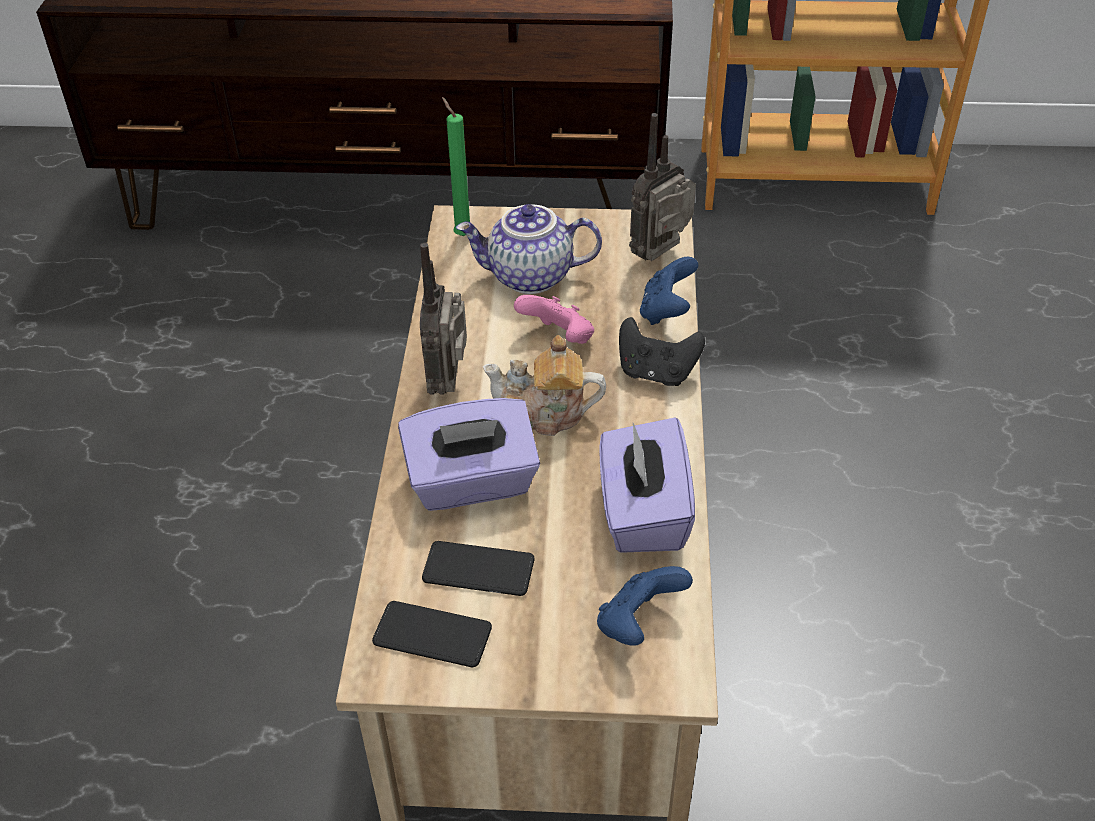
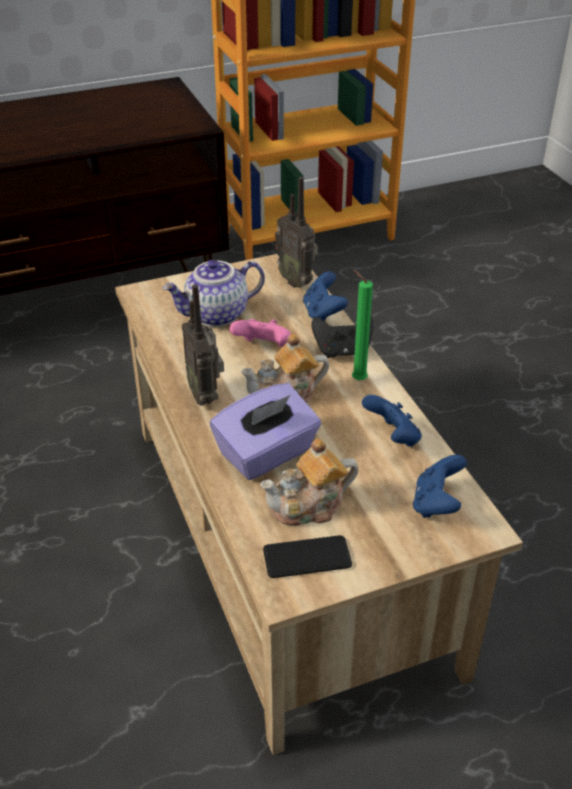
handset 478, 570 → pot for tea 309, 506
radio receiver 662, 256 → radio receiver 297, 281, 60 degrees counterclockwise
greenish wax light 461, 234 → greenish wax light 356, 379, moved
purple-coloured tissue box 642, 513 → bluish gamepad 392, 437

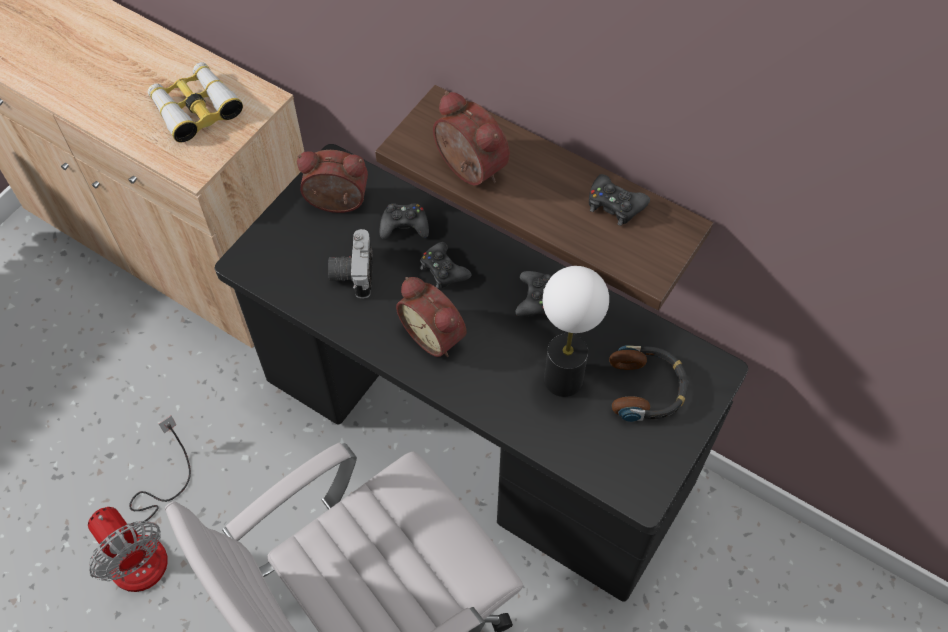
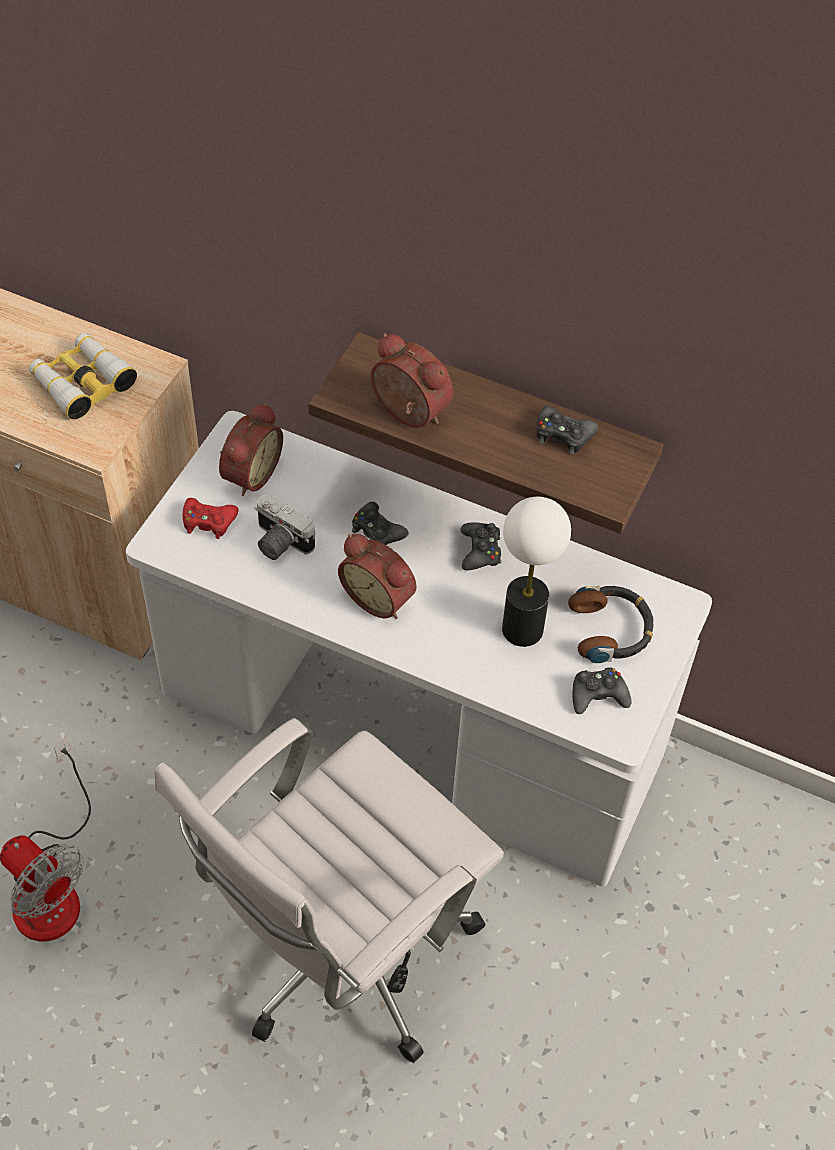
black desk 474, 431 → white-coloured desk 410, 725
- → red gamepad 208, 522
alarm clock 337, 204 → alarm clock 249, 473, 120 degrees clockwise
still camera 352, 272 → still camera 278, 543, 45 degrees counterclockwise
black gamepad 404, 225 → black gamepad 598, 695, moved

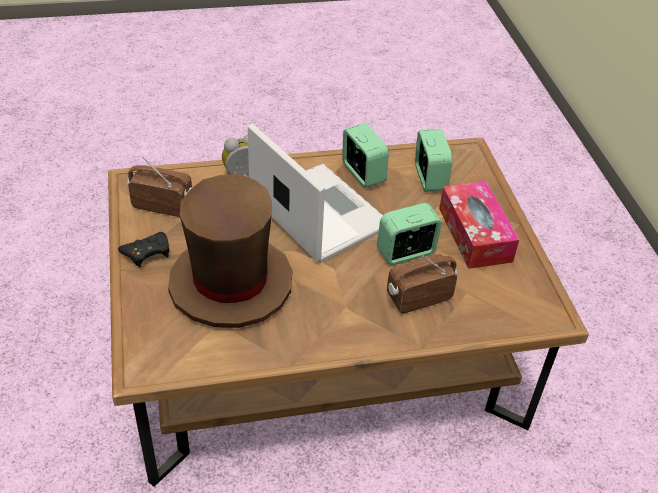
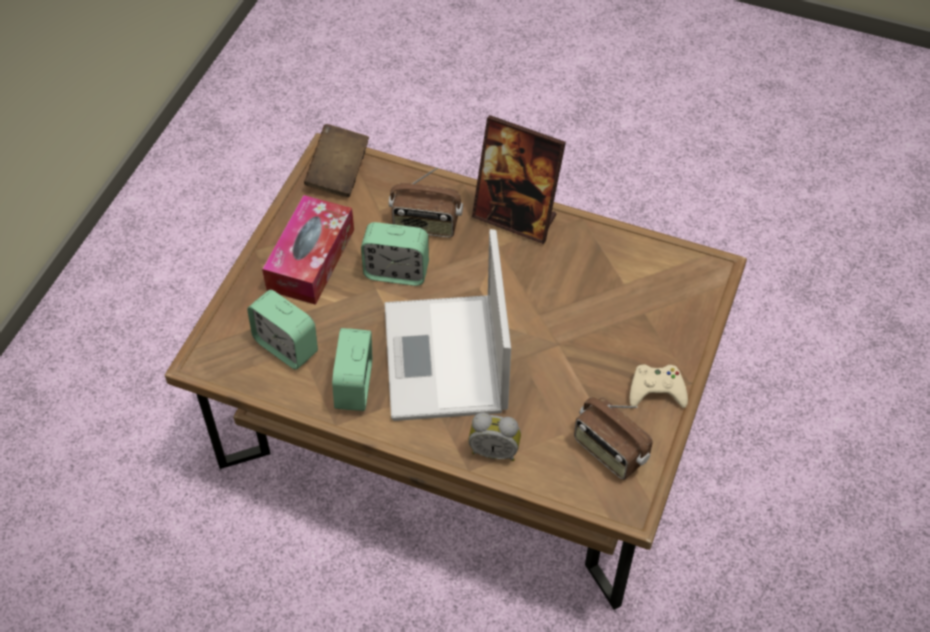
alarm clock 429, 178 → alarm clock 286, 346, 75 degrees counterclockwise
- → brown bound book 338, 173
- → picture frame 515, 217
black gamepad 147, 252 → sand-coloured gamepad 656, 390
brown hat 231, 284 → -

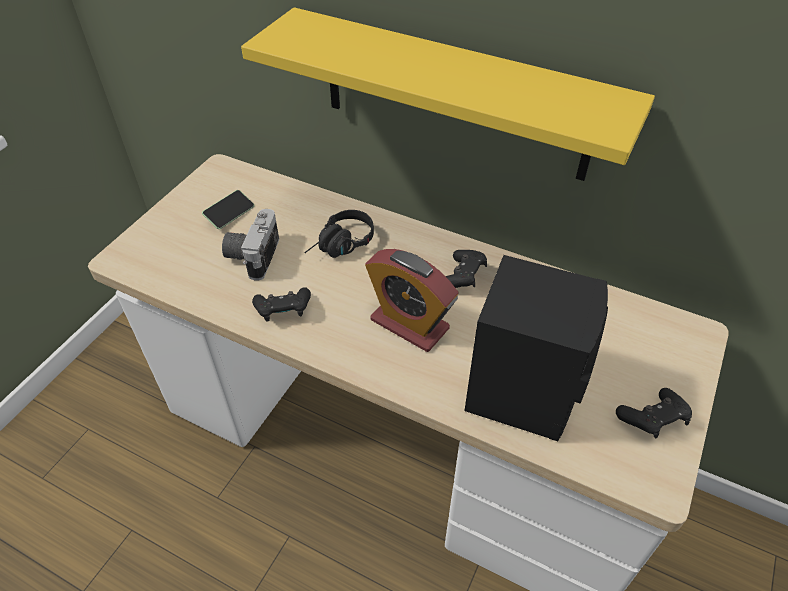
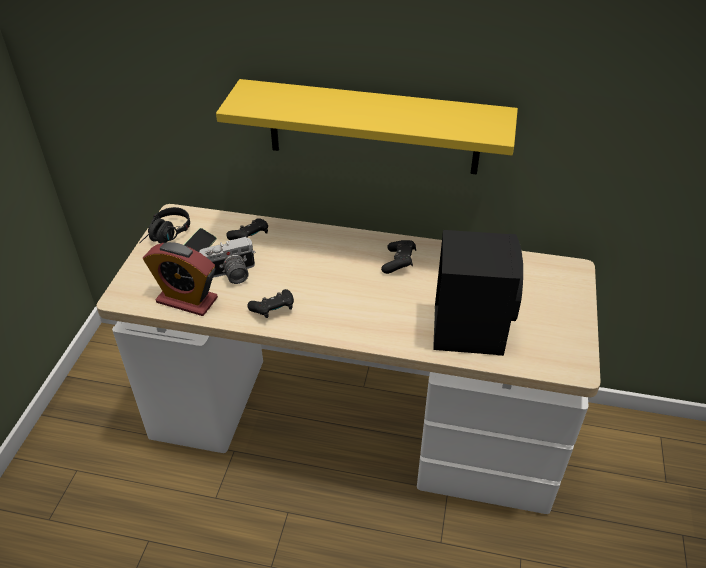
black headphones 340, 246 → black headphones 166, 236, moved
alarm clock 409, 324 → alarm clock 187, 300, moved
still camera 252, 255 → still camera 231, 275, 105 degrees counterclockwise
black gamepad 652, 420 → black gamepad 250, 237, moved

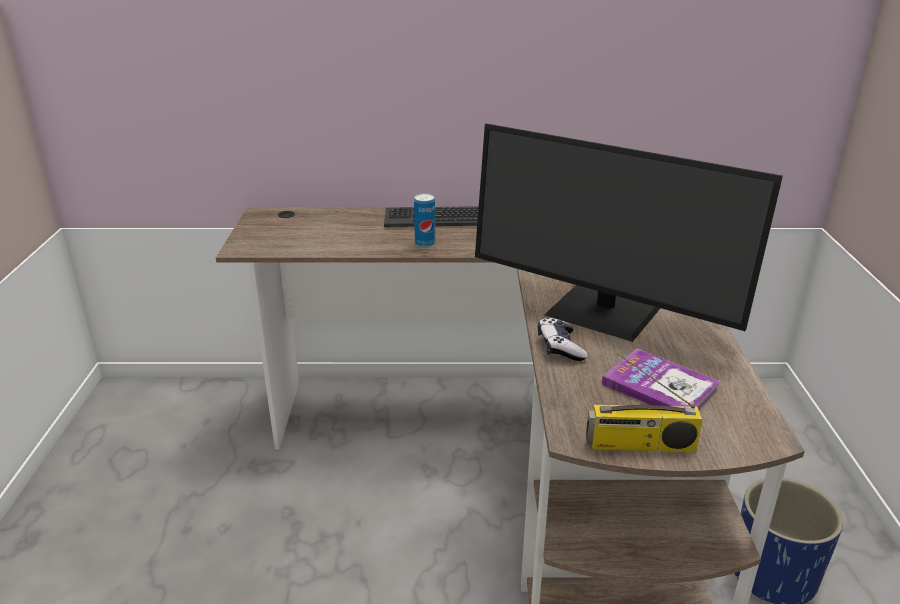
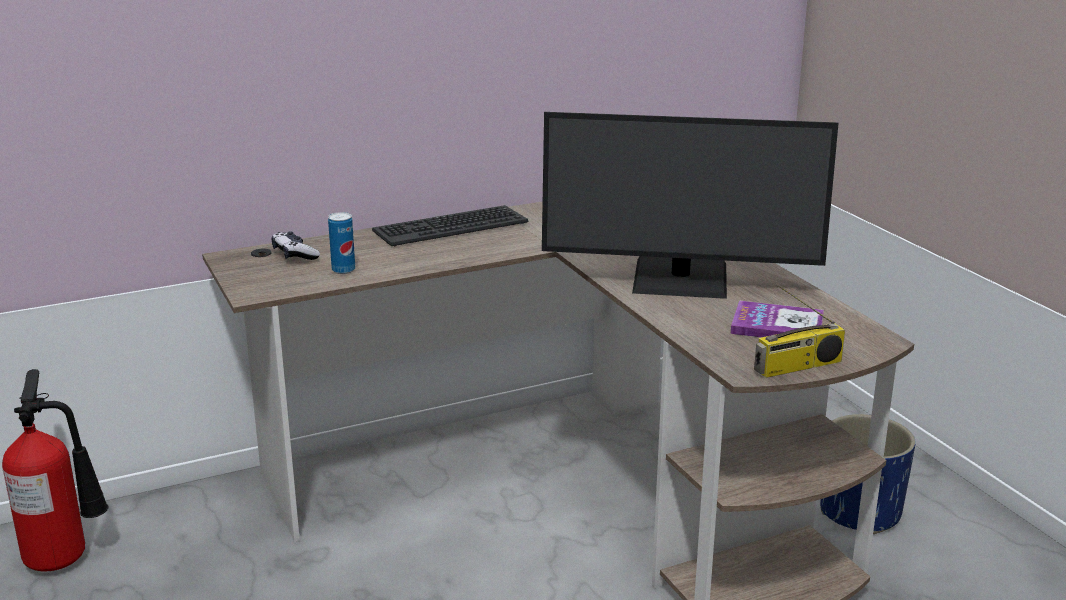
- → extinguisher 66, 557
gamepad 560, 347 → gamepad 295, 254, moved
can 425, 244 → can 343, 270, moved

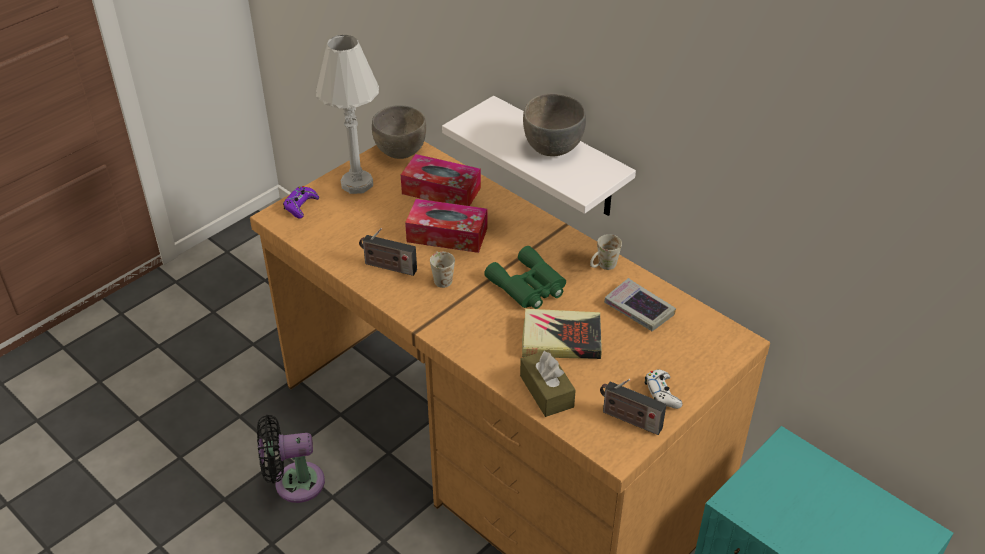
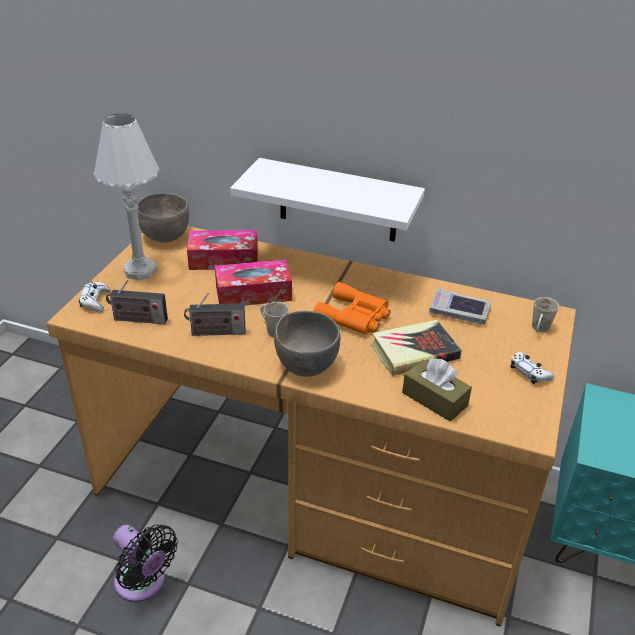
purple-coloured gamepad 301, 206 → white-coloured gamepad 95, 301
radio receiver 629, 419 → radio receiver 138, 319, moved
black fan 294, 483 → black fan 143, 583, 105 degrees counterclockwise
gray serving bowl 553, 147 → gray serving bowl 306, 365, moved
greenish binoculars 528, 286 → orangey binoculars 355, 317
white-coloured coffee mug 603, 267 → white-coloured coffee mug 539, 330, moved

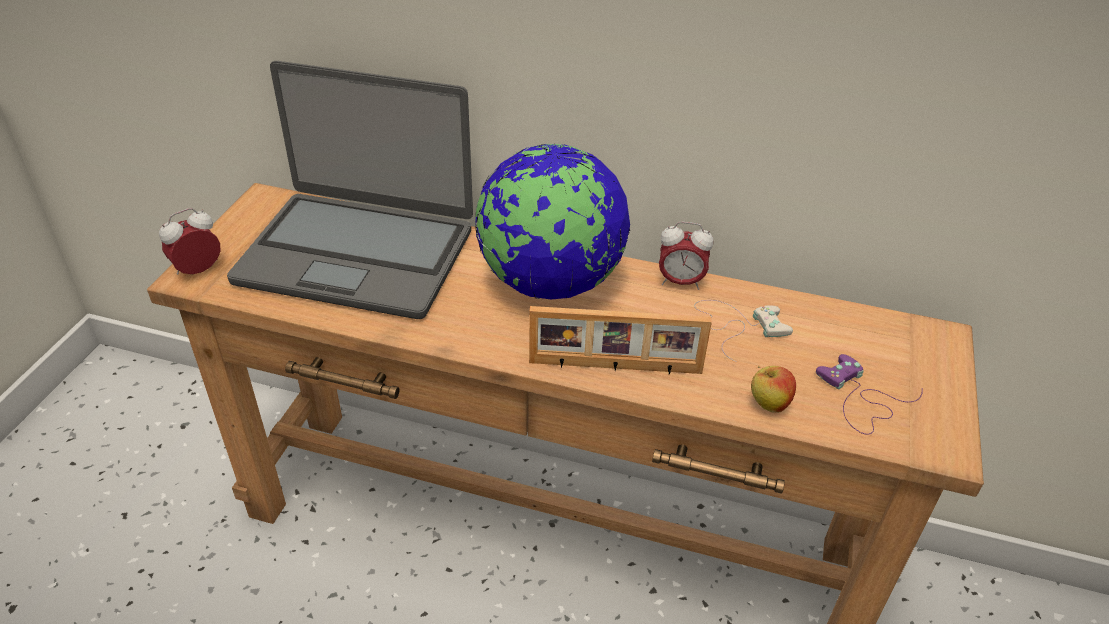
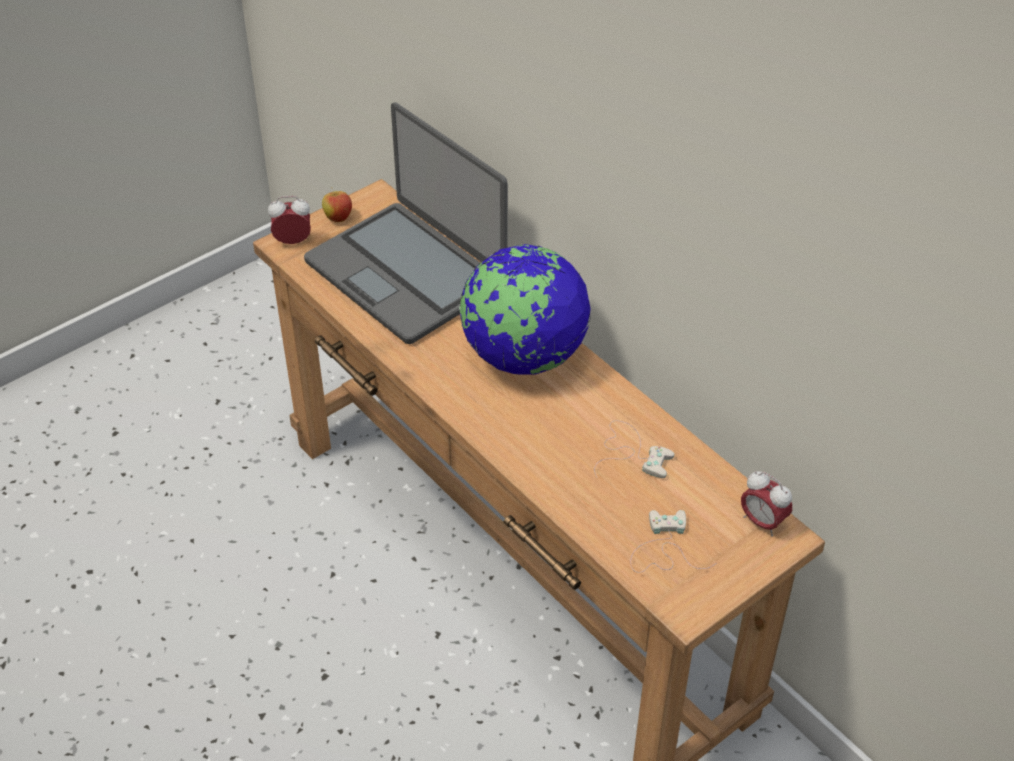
apple 768, 404 → apple 338, 218, moved
purple-coloured gamepad 861, 399 → white-coloured gamepad 664, 548
alarm clock 680, 282 → alarm clock 762, 522, moved
picture frame 615, 368 → -

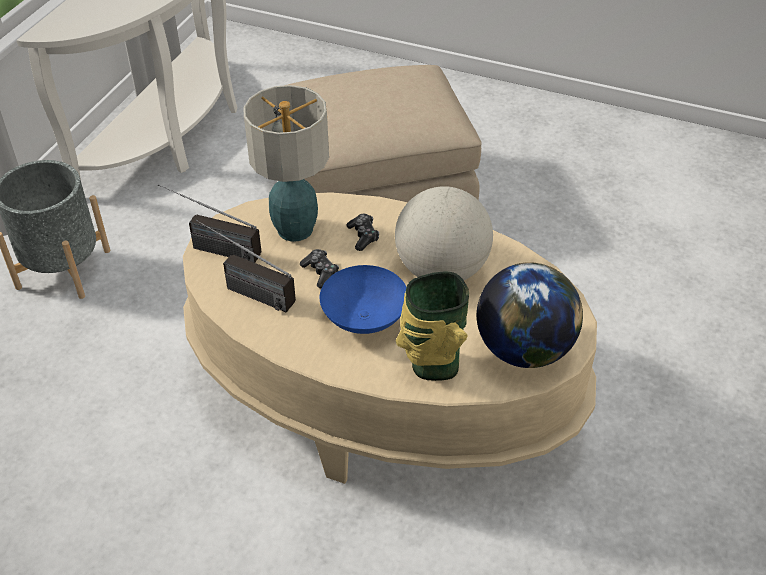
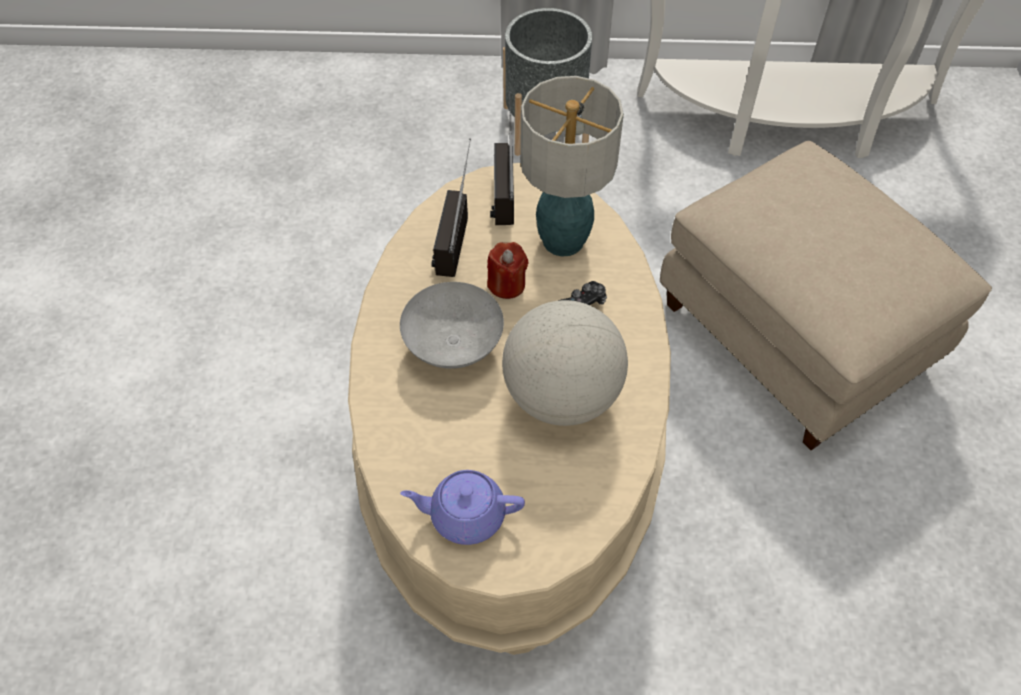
bluish serving bowl 365, 319 → gray serving bowl 453, 346
desk globe 524, 350 → purple-coloured pot for tea 465, 515
gamepad 320, 272 → red wax light 506, 284
decorative vase 432, 365 → -

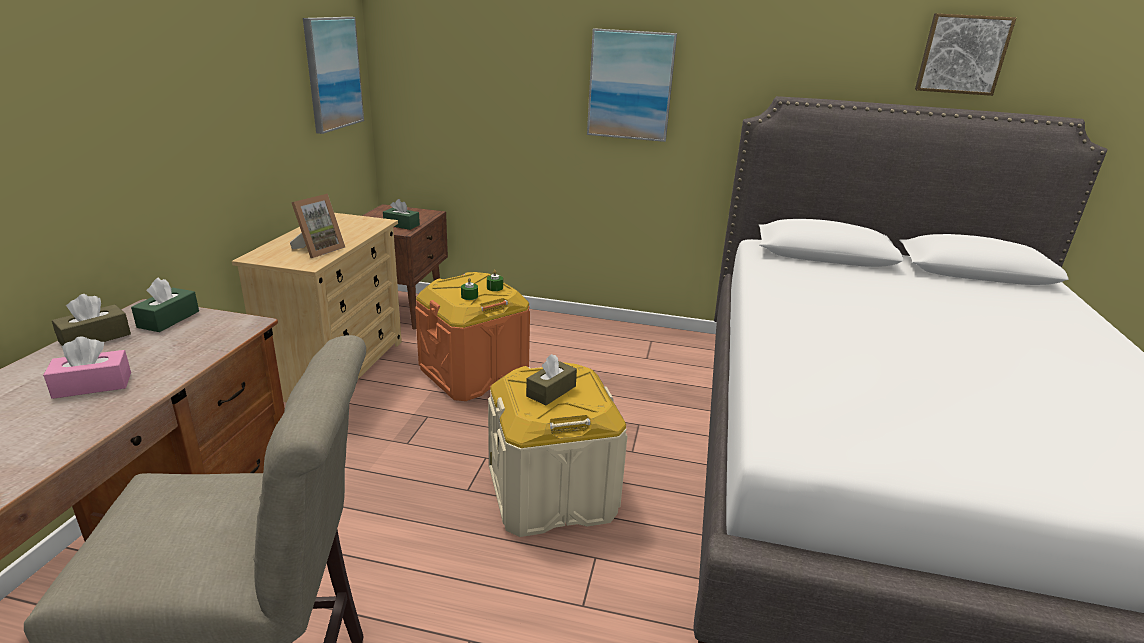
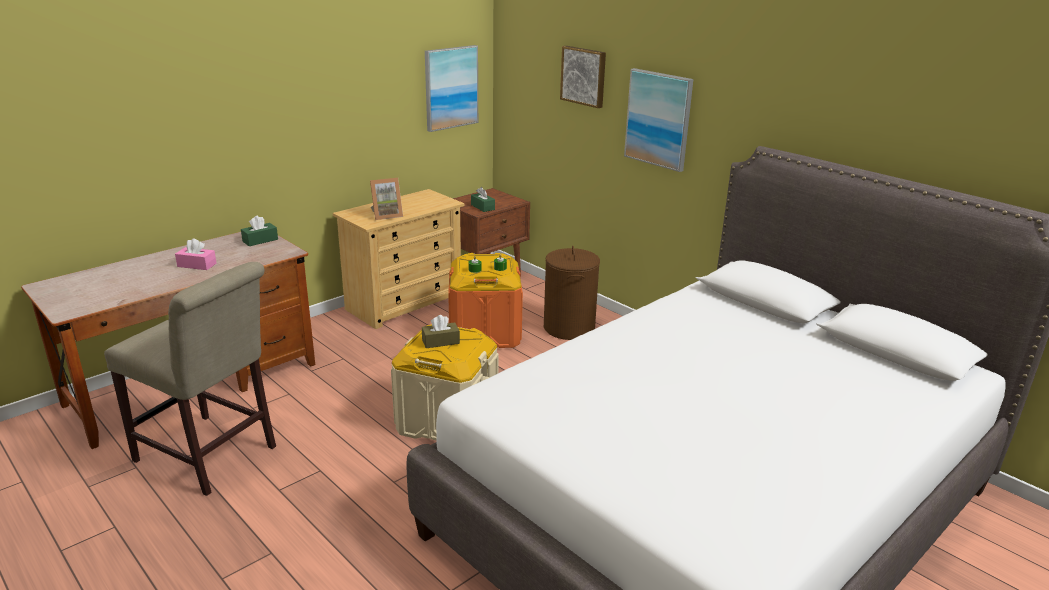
- → brown washing basket 569, 328
wall picture 962, 54 → wall picture 584, 76, moved
brown tissue box 95, 338 → -

